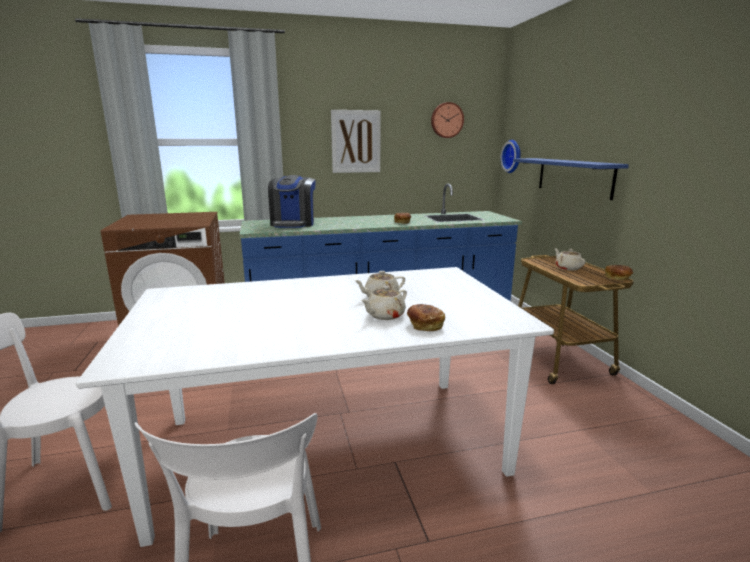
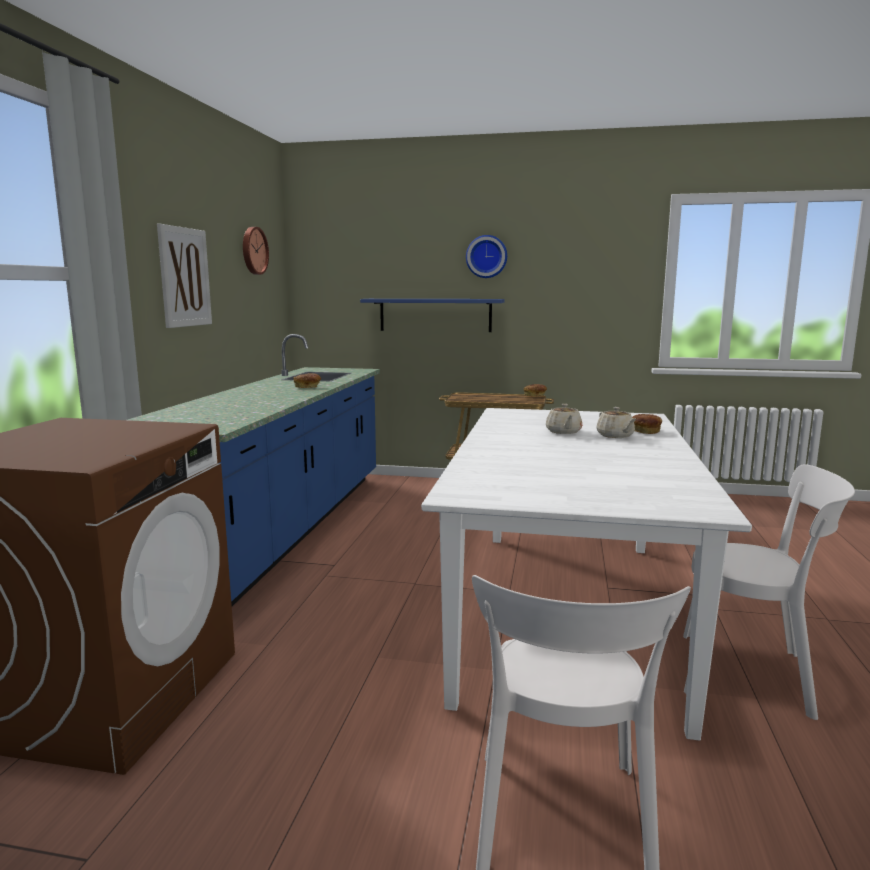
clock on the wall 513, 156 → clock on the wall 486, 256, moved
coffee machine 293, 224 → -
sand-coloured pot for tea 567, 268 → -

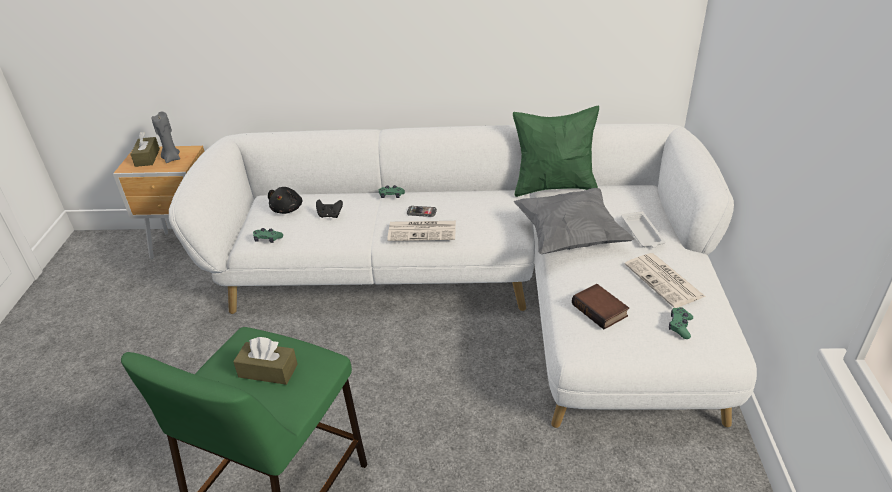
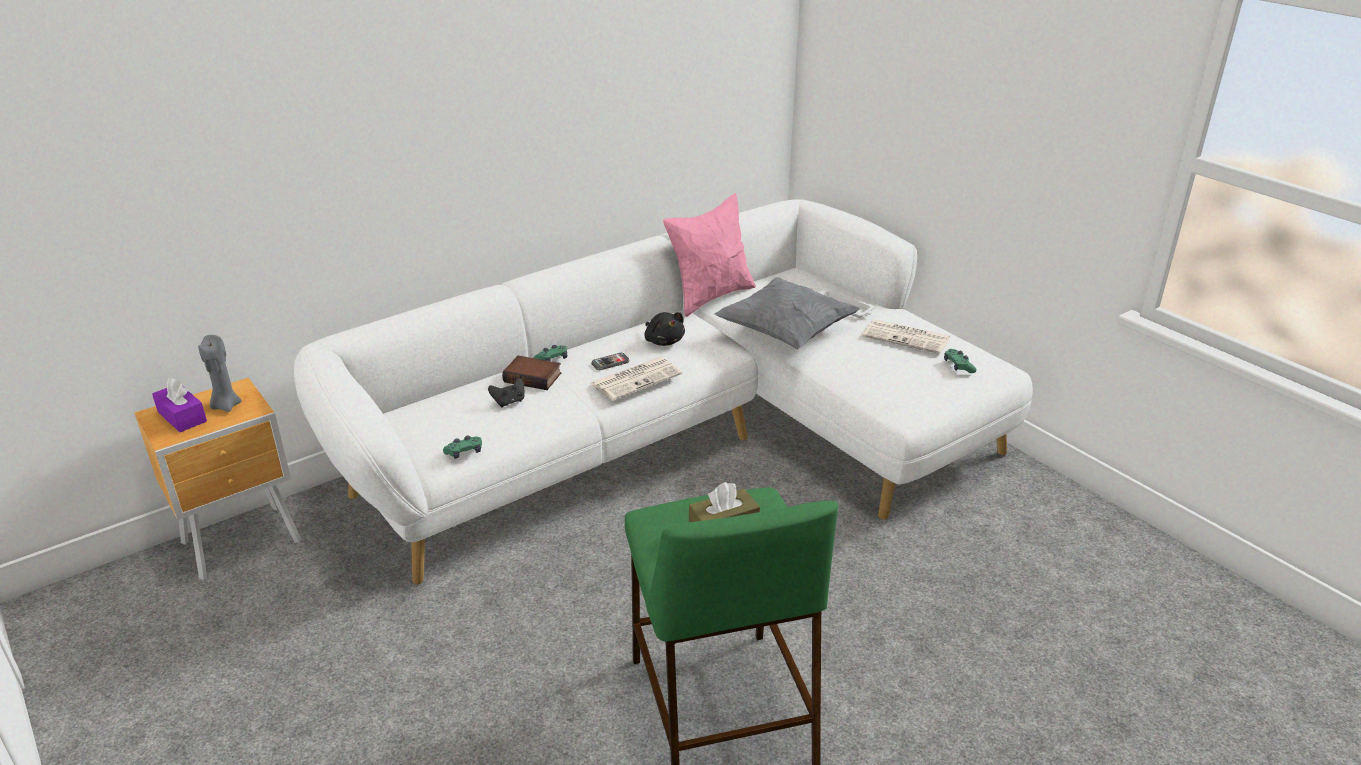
brown tissue box 147, 158 → purple-coloured tissue box 182, 417
bound book 601, 310 → bound book 534, 377, moved
black soft toy 287, 209 → black soft toy 663, 341, moved
greenish throw pillow 554, 186 → pinkish throw pillow 710, 296

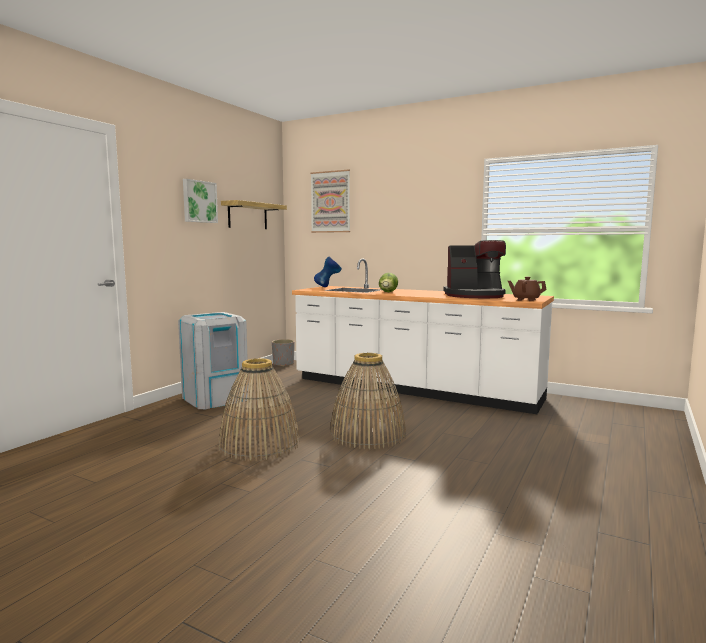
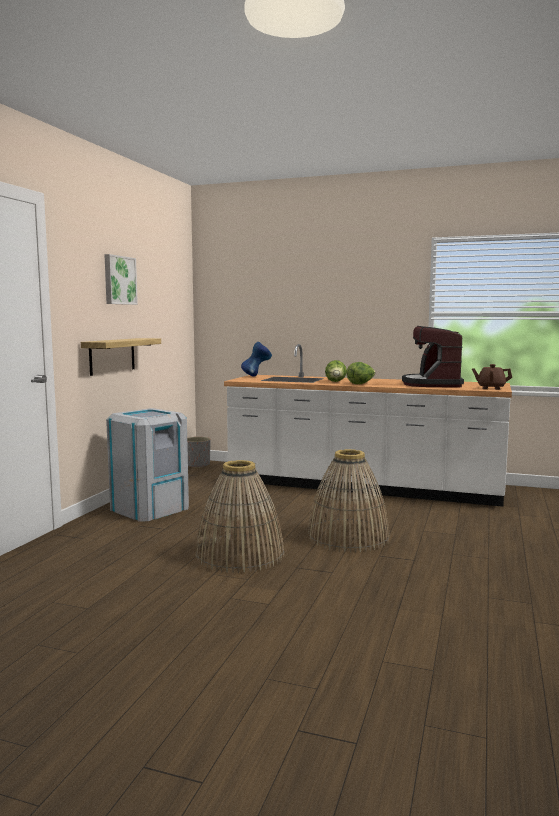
shelf 247, 216 → shelf 112, 356, moved
- → lettuce 361, 384
coffee machine 475, 296 → coffee machine 432, 384, 105 degrees clockwise
wall picture 330, 202 → -

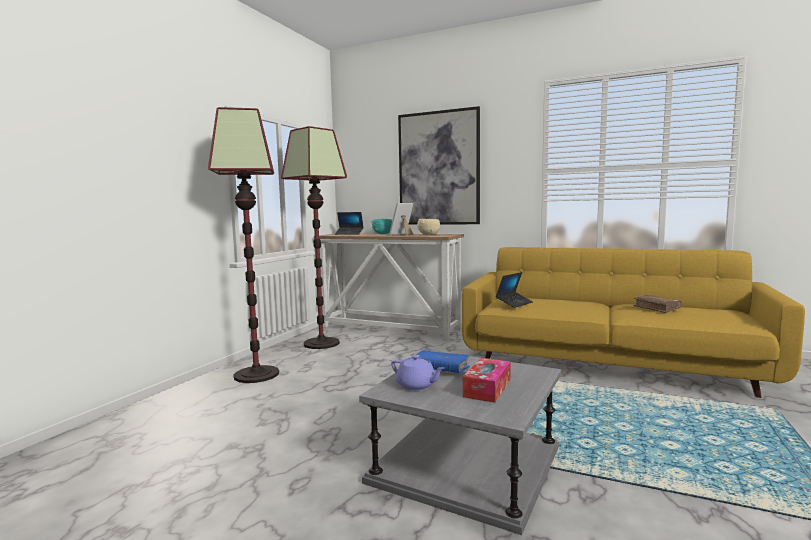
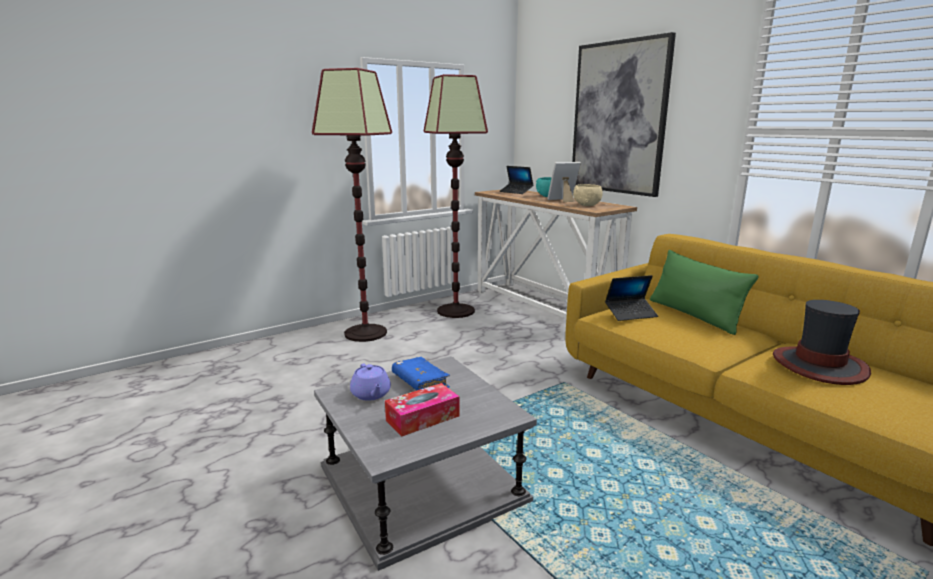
- → greenish throw pillow 694, 315
brown bound book 656, 308 → hat 819, 366

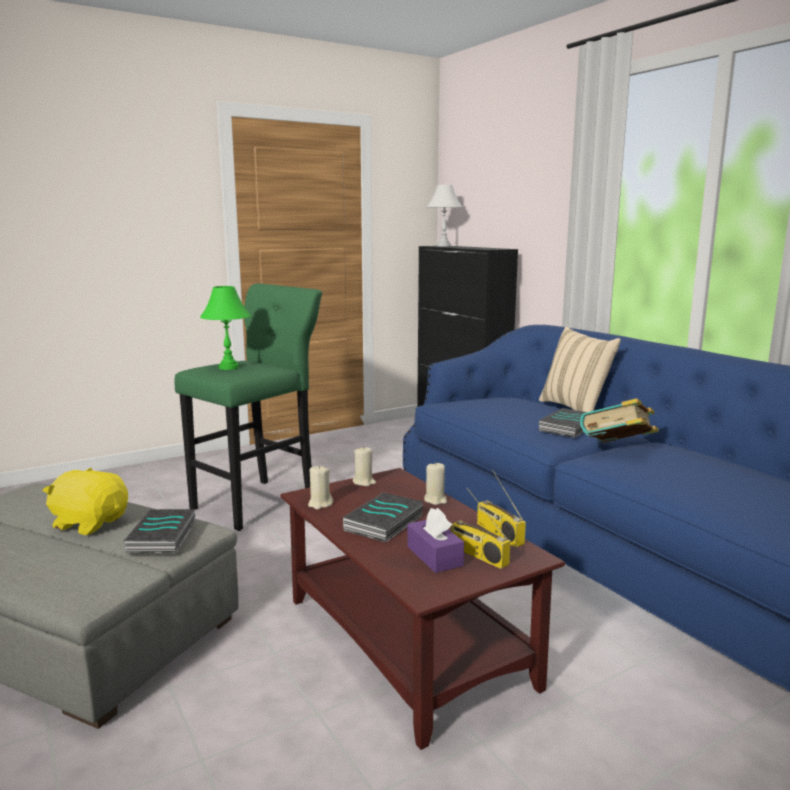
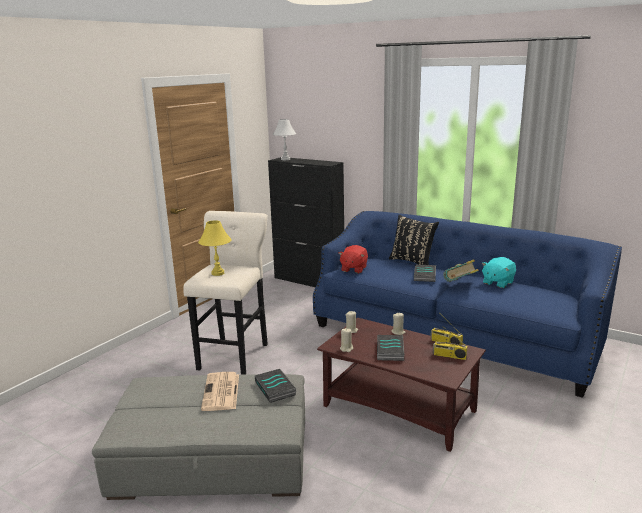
greenish stool 258, 502 → sand-coloured stool 235, 354
greenish table lamp 228, 367 → yellow-coloured table lamp 217, 273
yellow-coloured soft toy 90, 523 → printed paper 221, 392
- → red soft toy 353, 269
sand-coloured throw pillow 576, 409 → black throw pillow 412, 261
- → turquoise-coloured soft toy 497, 283
purple-coloured tissue box 434, 556 → -

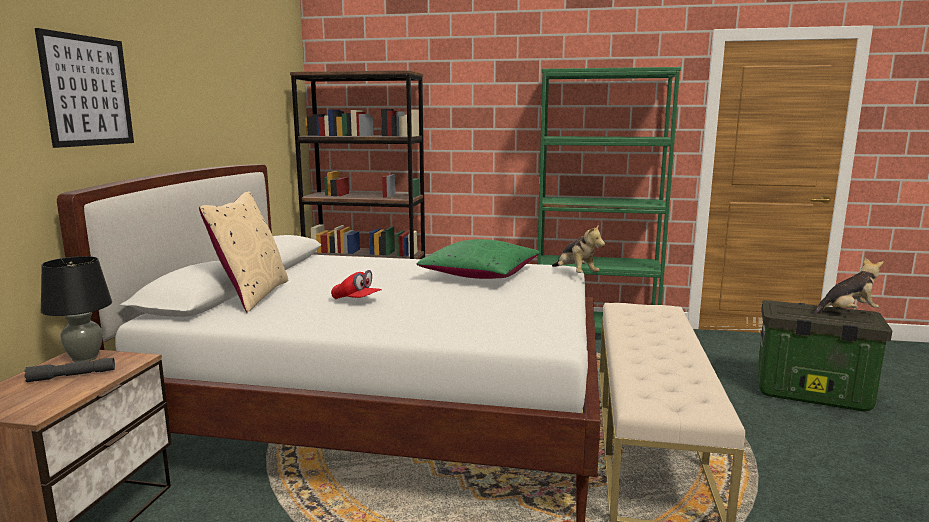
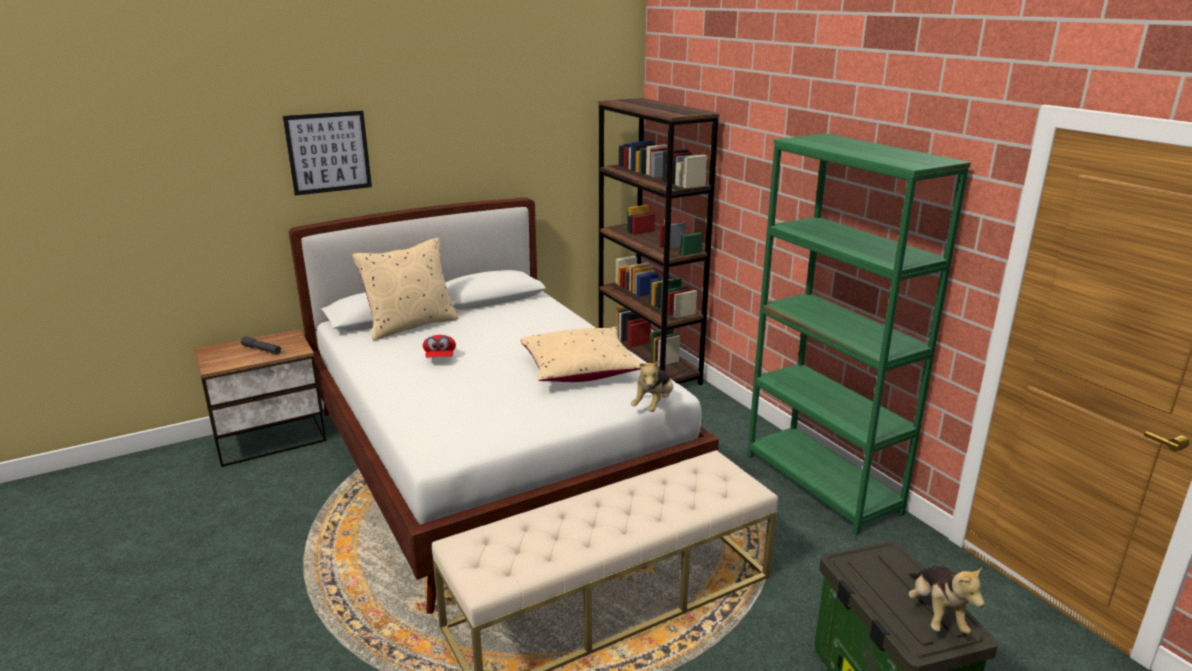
greenish throw pillow 480, 275 → sand-coloured throw pillow 580, 370
soft toy 847, 312 → soft toy 936, 614, 45 degrees clockwise
black table lamp 85, 358 → -

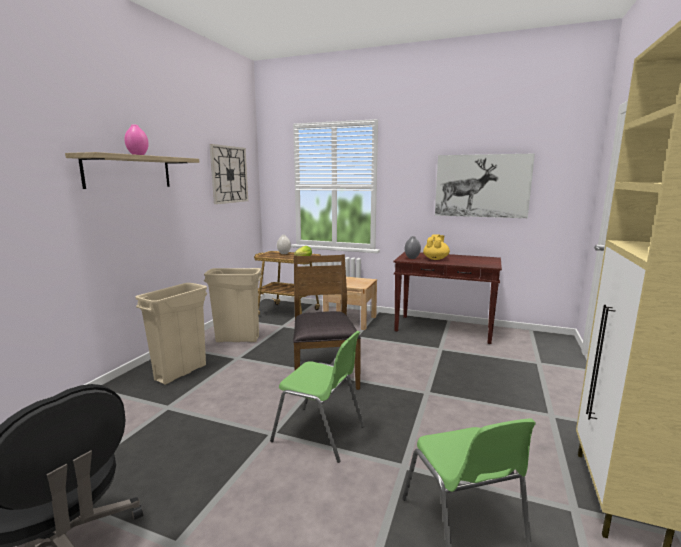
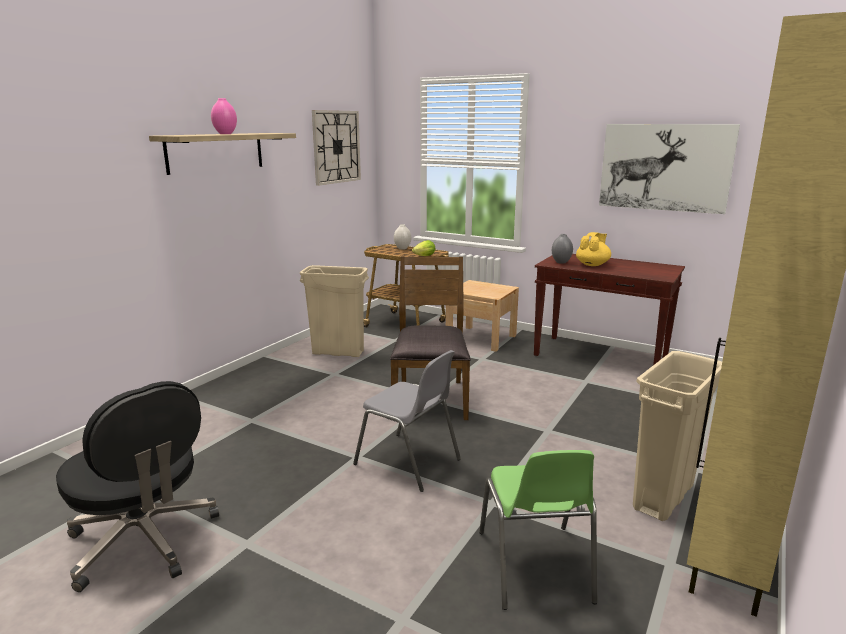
greenish upright chair 320, 434 → gray upright chair 409, 462
sand-coloured rubbish bin 181, 372 → sand-coloured rubbish bin 663, 497, moved

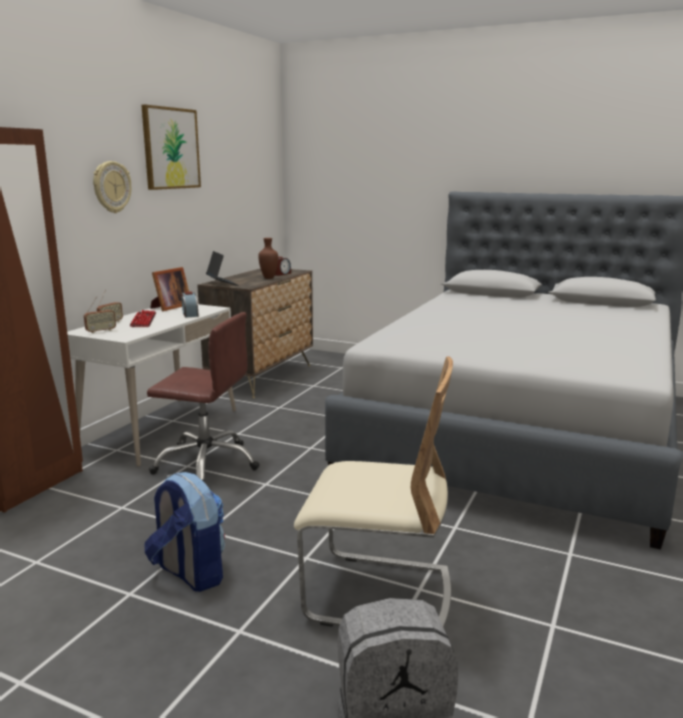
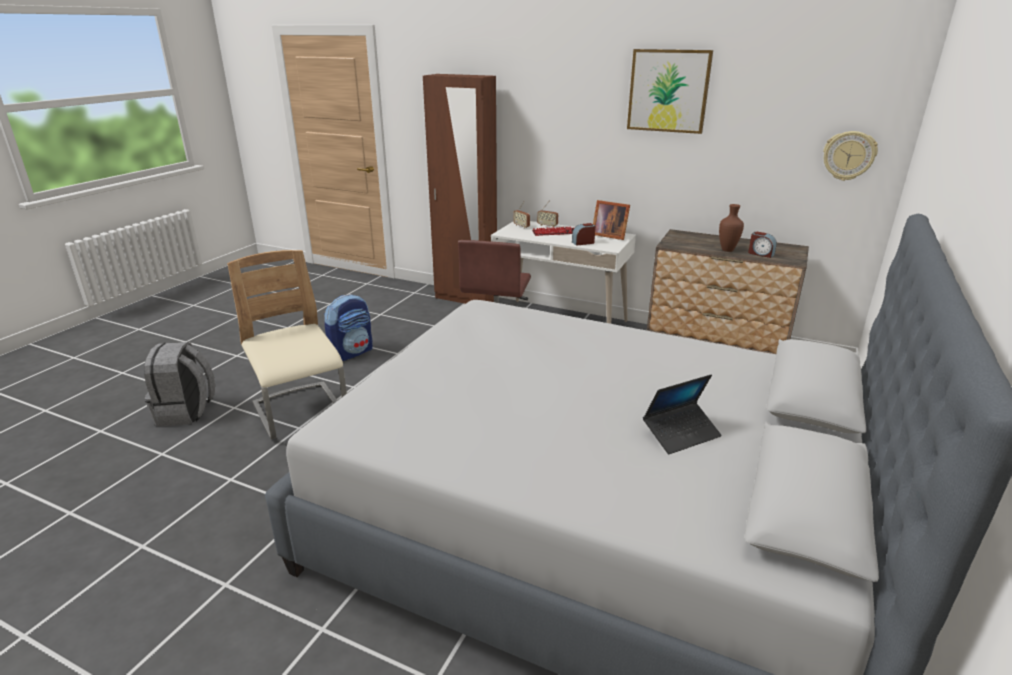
sand-coloured upright chair 378, 595 → sand-coloured upright chair 300, 412, 135 degrees clockwise
notebook computer 222, 283 → notebook computer 681, 433, moved
clock on the wall 111, 187 → clock on the wall 848, 155, moved

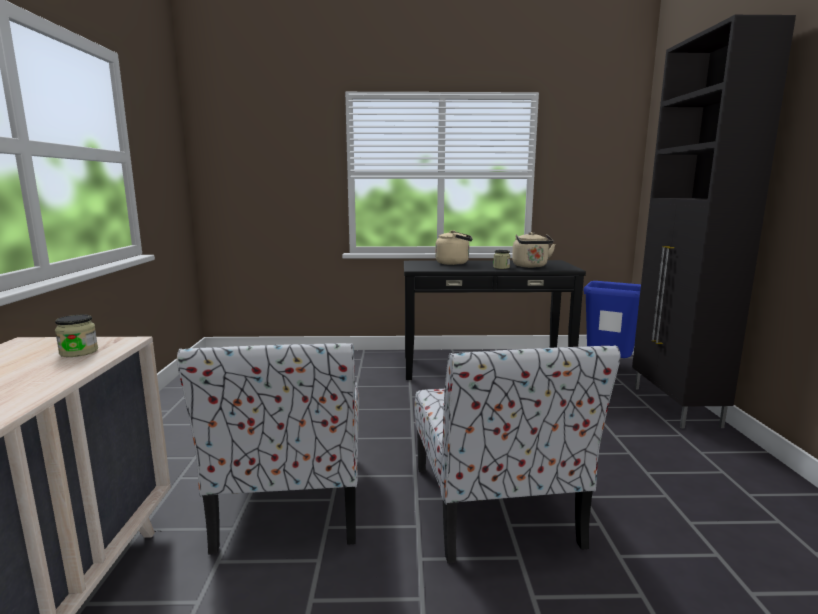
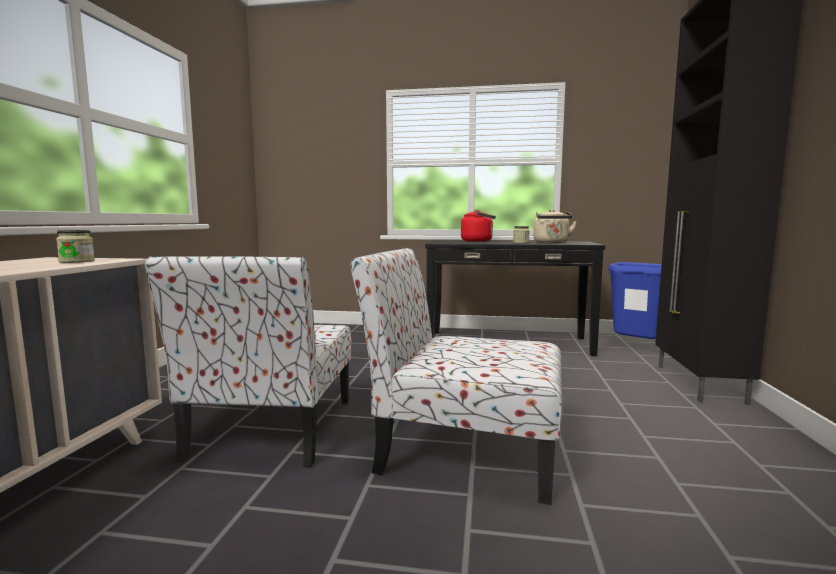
upright chair 494, 507 → upright chair 464, 450, 105 degrees clockwise
sand-coloured tea kettle 454, 263 → red tea kettle 479, 241

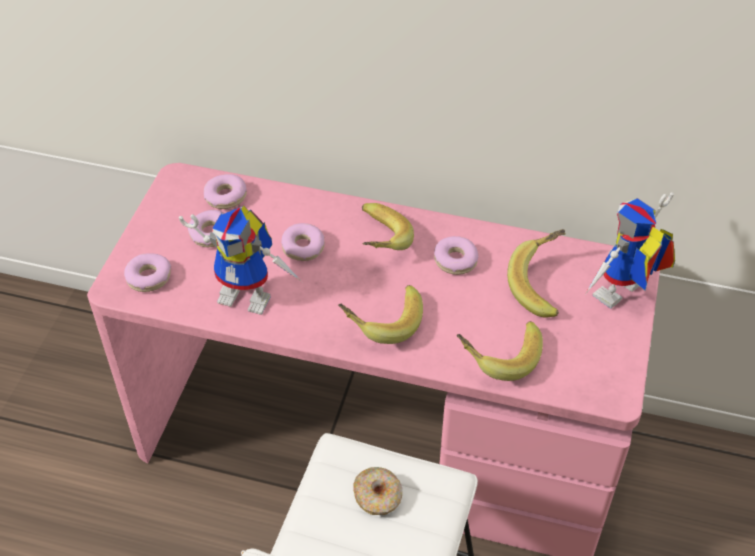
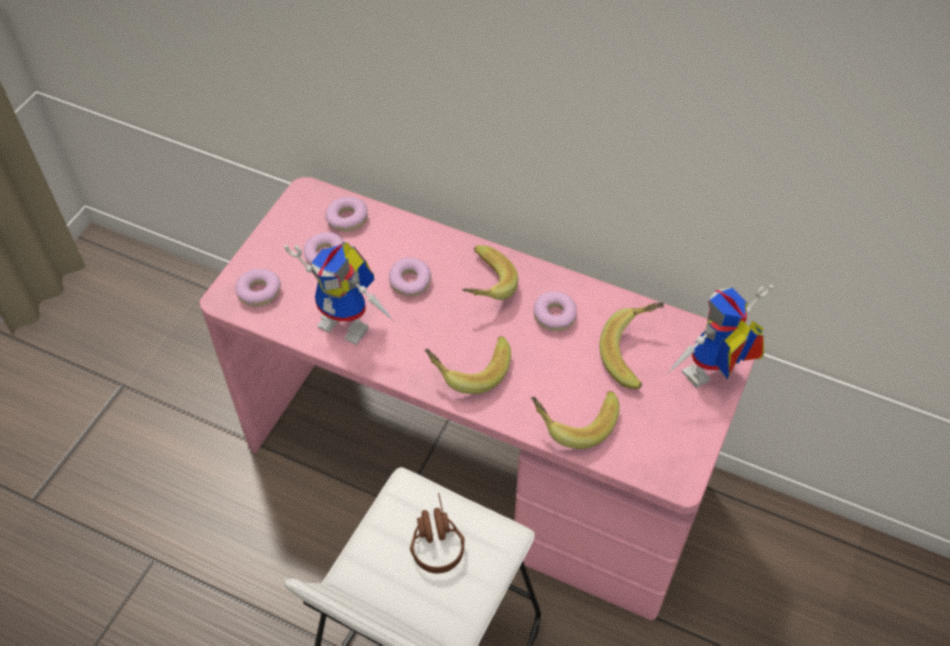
ring doughnut 378, 496 → brown headphones 435, 538

